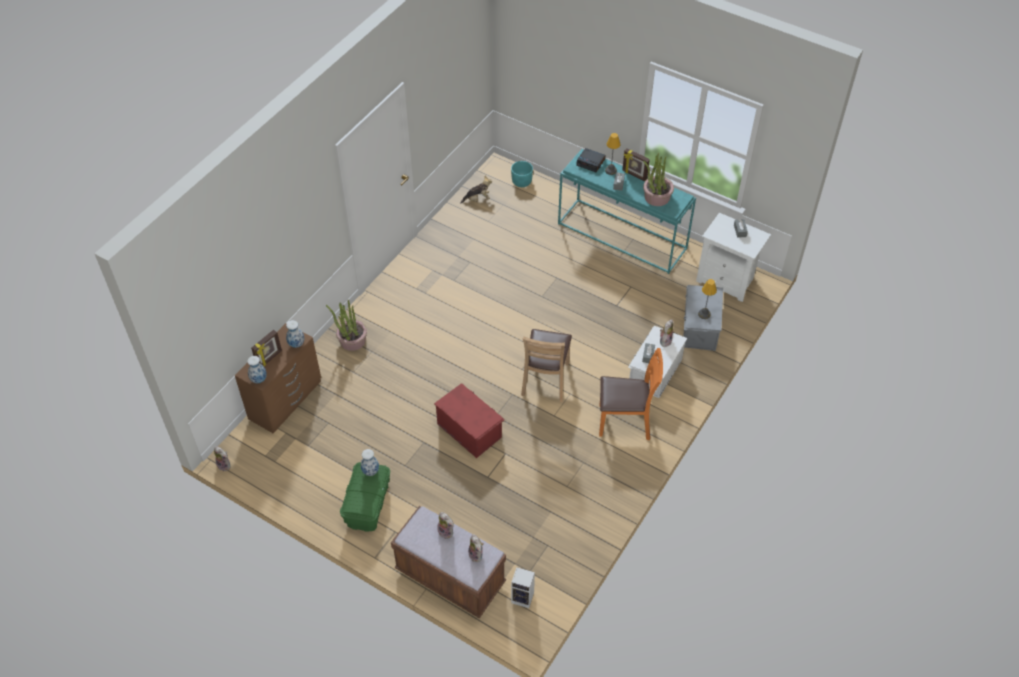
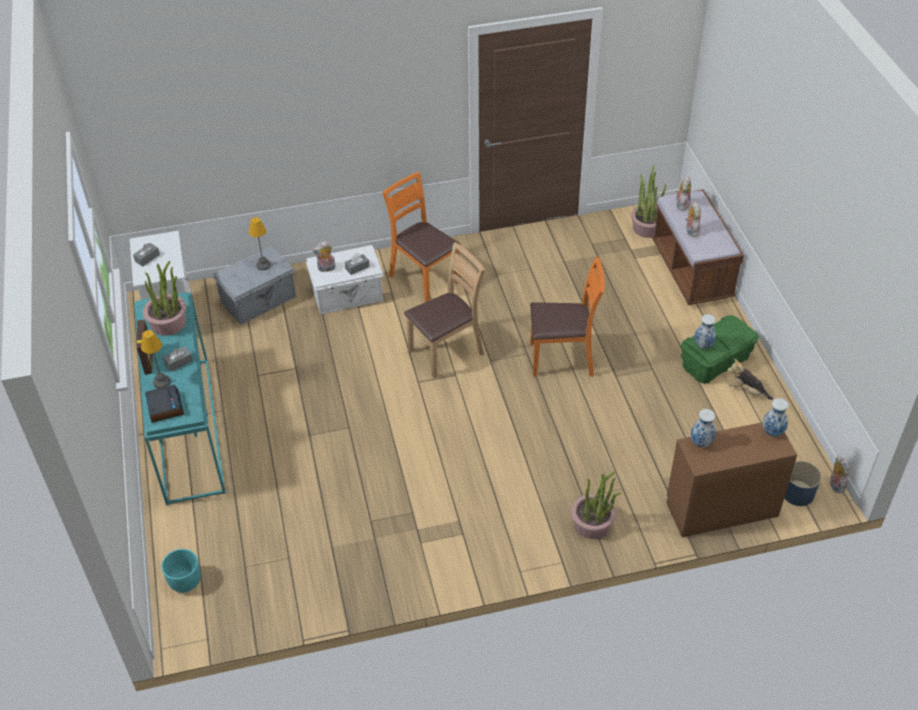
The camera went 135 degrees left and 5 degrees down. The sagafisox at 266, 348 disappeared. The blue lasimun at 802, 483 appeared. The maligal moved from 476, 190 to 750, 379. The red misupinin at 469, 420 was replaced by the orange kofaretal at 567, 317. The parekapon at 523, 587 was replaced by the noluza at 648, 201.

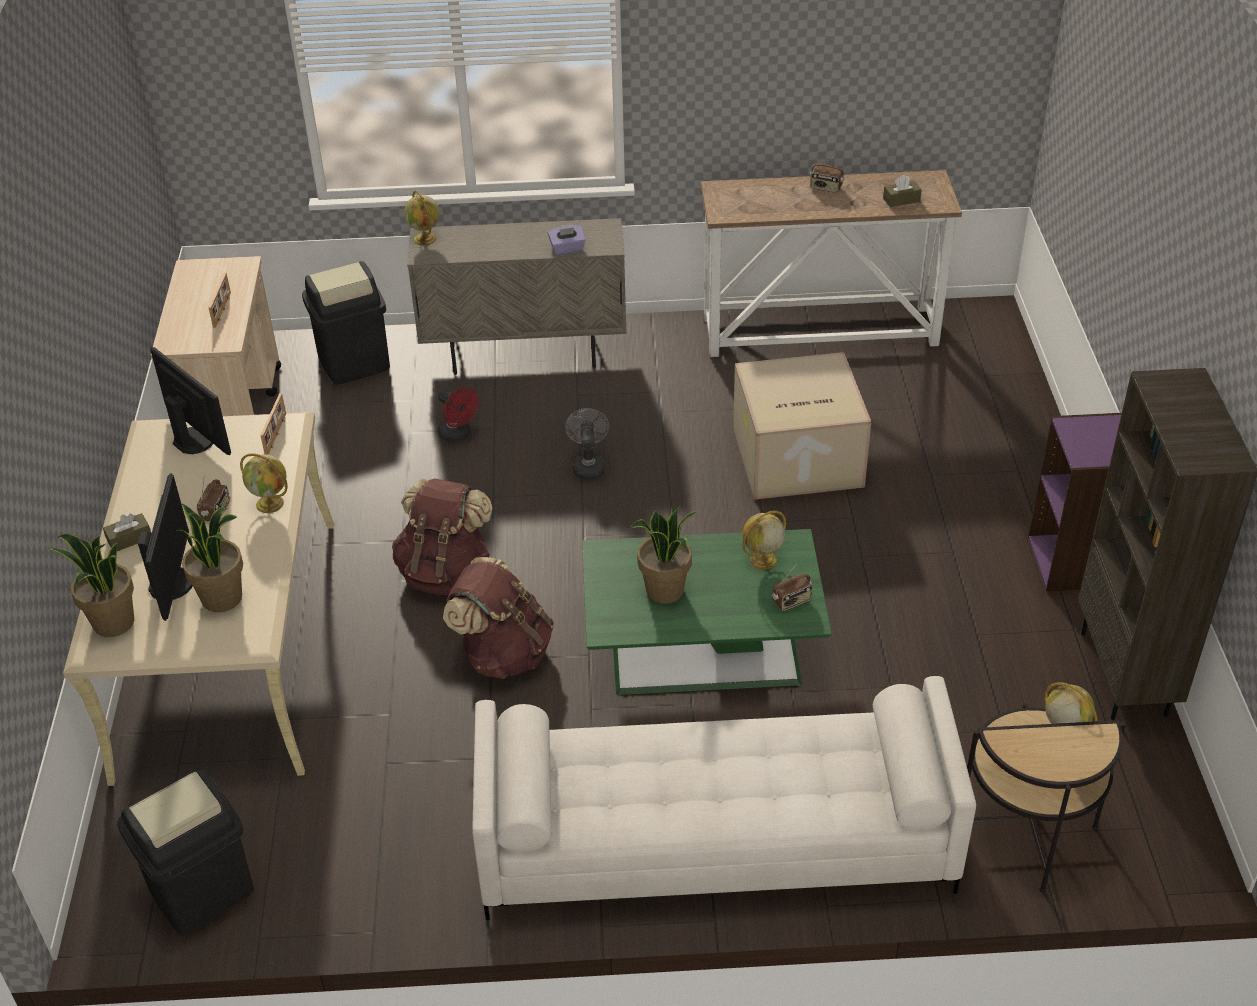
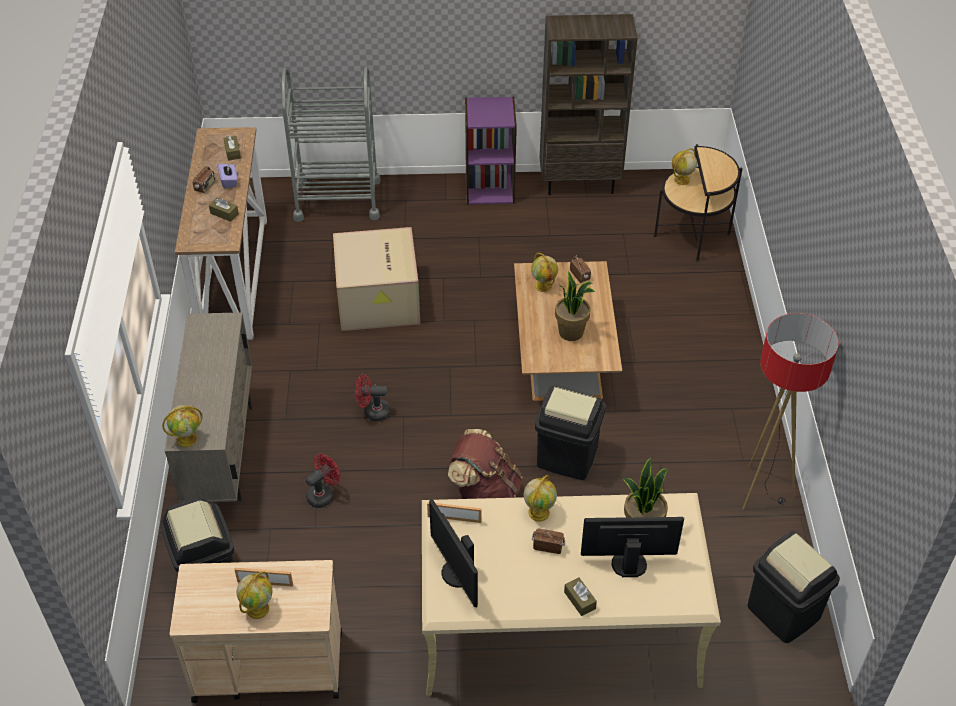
The camera went 90 degrees left and 5 degrees up. The noluza at 90, 585 disappeared. The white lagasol at 724, 798 disappeared. The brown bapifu at 224, 210 appeared. The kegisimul at 254, 595 appeared. The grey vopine at 331, 144 appeared. The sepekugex at 790, 411 appeared. The purple bapifu moved from 567, 240 to 227, 175. The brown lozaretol at 498, 618 was replaced by the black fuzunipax at 570, 433. The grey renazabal at 587, 444 became the red renazabal at 372, 397. The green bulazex at 707, 612 became the brown bulazex at 568, 331. The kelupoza at 190, 401 turned 75 degrees counterclockwise.

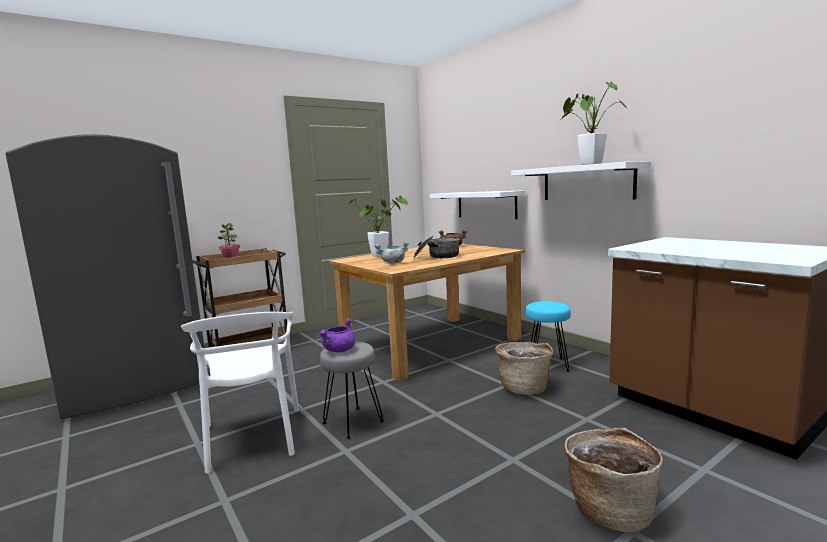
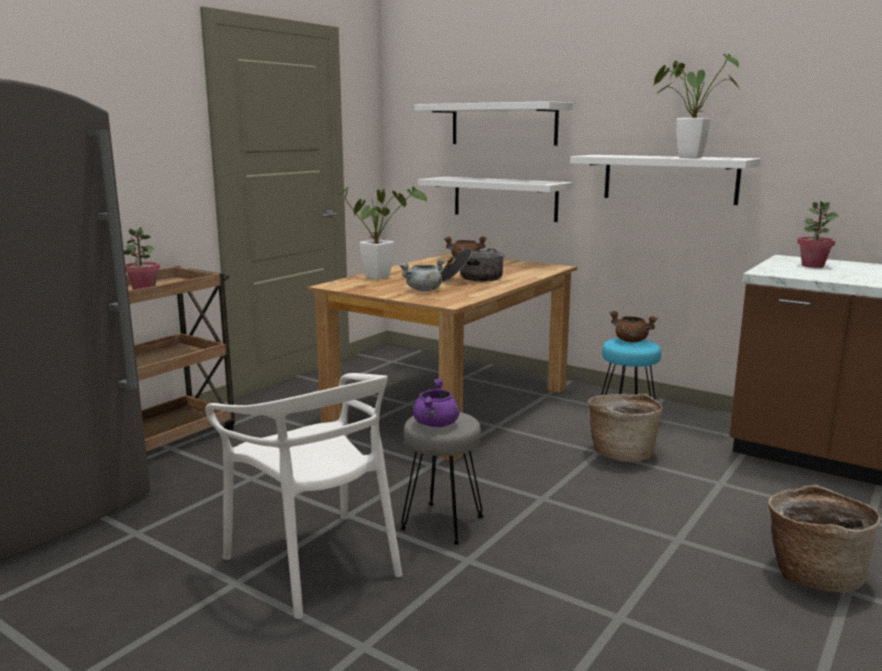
The camera went 20 degrees left and 5 degrees up. The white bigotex at 494, 123 appeared. The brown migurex at 633, 326 appeared. The noluza at 818, 234 appeared.

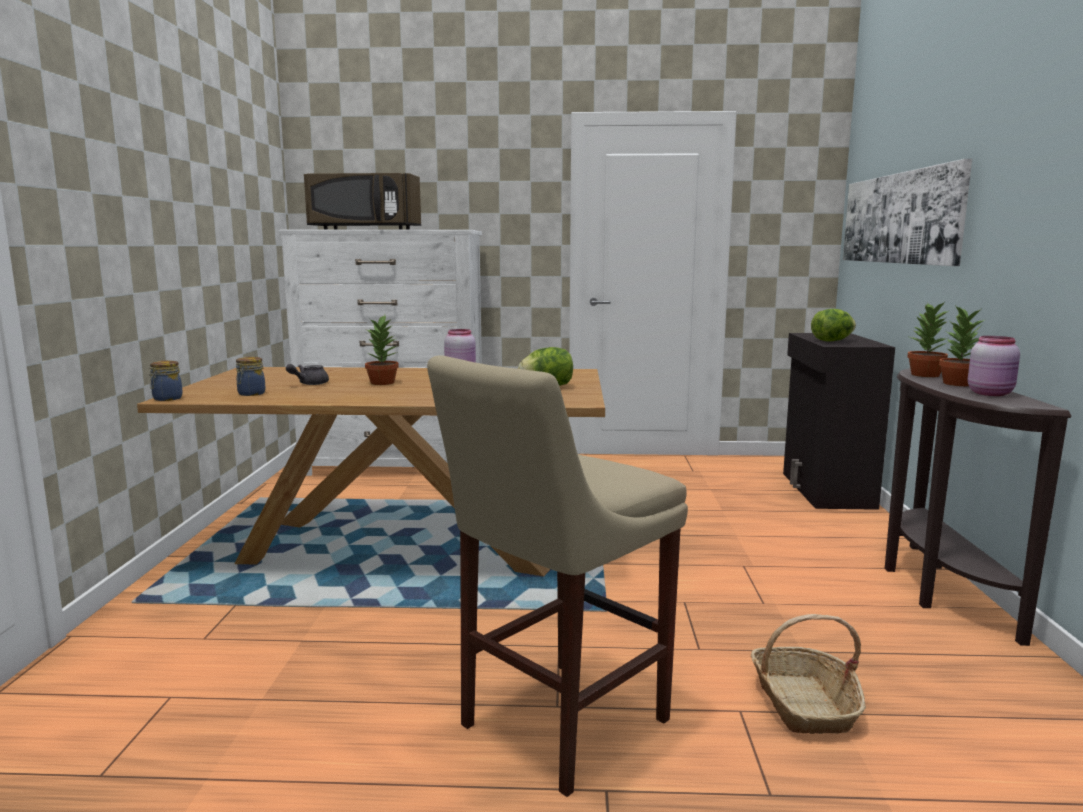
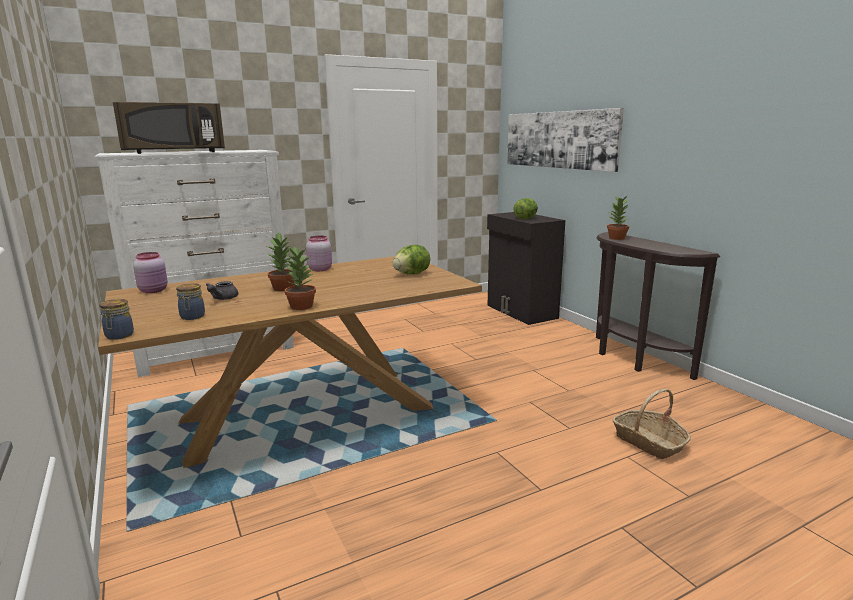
The camera went 30 degrees left and 5 degrees up. The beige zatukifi at 557, 576 disappeared. The noluza moved from 962, 345 to 300, 278. The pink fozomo moved from 994, 366 to 150, 272.

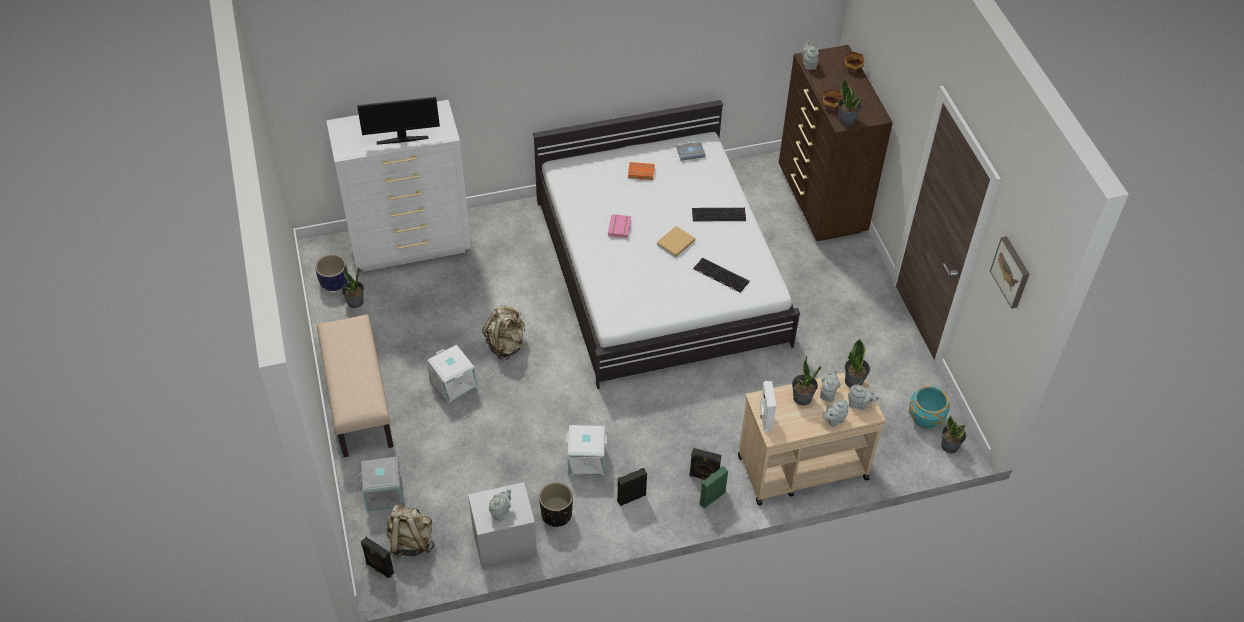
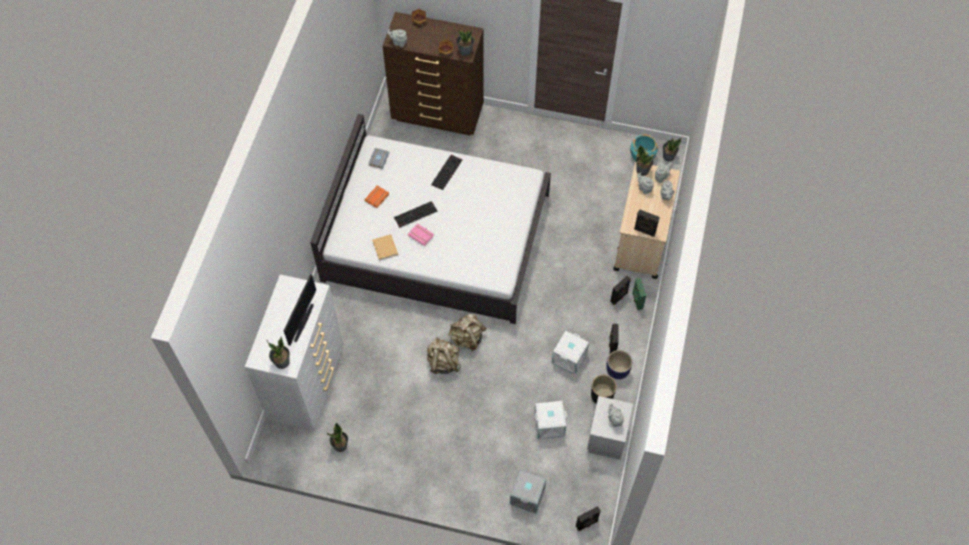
The camera went 60 degrees left and 10 degrees up. The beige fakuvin at 355, 386 disappeared. The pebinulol at 1009, 272 disappeared. The lasimun moved from 331, 272 to 619, 364. The beige lozaretol moved from 410, 529 to 467, 332. The white misupinin moved from 452, 374 to 550, 420. The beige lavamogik moved from 675, 242 to 385, 247. The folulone moved from 721, 275 to 416, 214. The noluza moved from 807, 380 to 278, 352. The white parekapon at 768, 406 became the black parekapon at 647, 223.

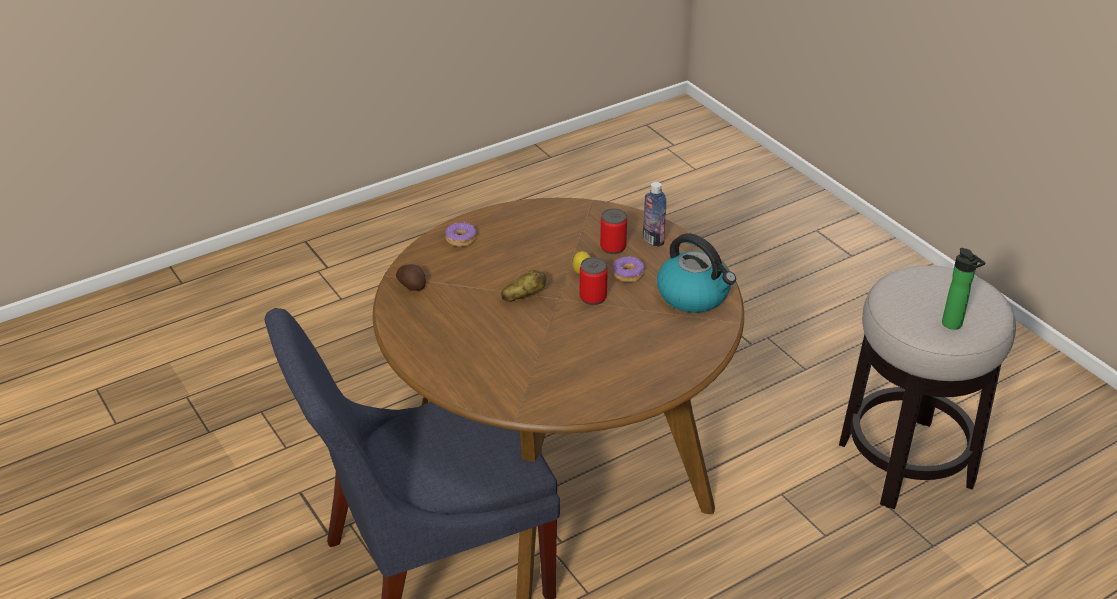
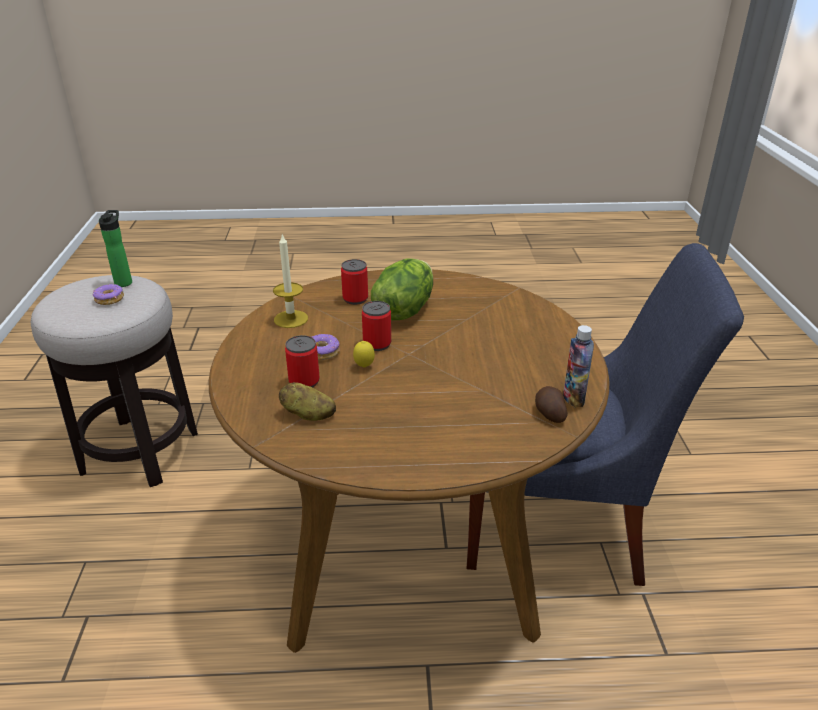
The camera went 150 degrees left and 5 degrees down. The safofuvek at 354, 282 appeared. The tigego at 402, 289 appeared. The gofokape moved from 460, 234 to 108, 294. The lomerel moved from 523, 286 to 307, 401. The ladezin moved from 654, 214 to 578, 366. The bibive at 696, 273 was replaced by the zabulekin at 290, 281.

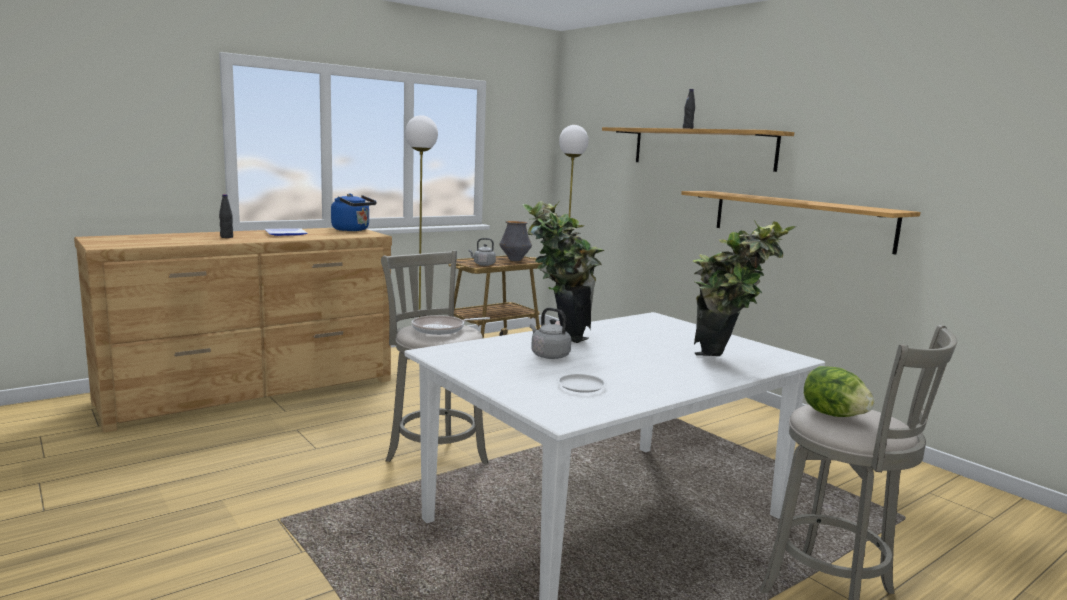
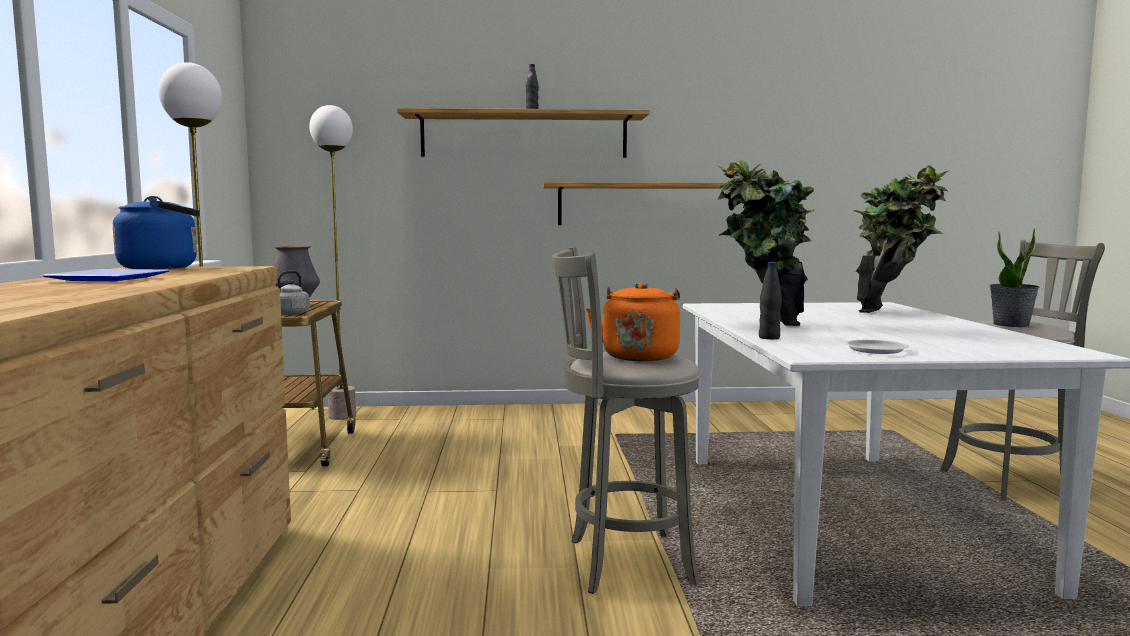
The camera went 55 degrees left and 5 degrees down. The grey bibive at 550, 333 disappeared. The black ladezin moved from 226, 216 to 770, 300. The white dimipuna moved from 582, 383 to 876, 347. The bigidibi at 450, 325 was replaced by the orange bibive at 633, 321. The tigego at 839, 391 was replaced by the noluza at 1015, 277.

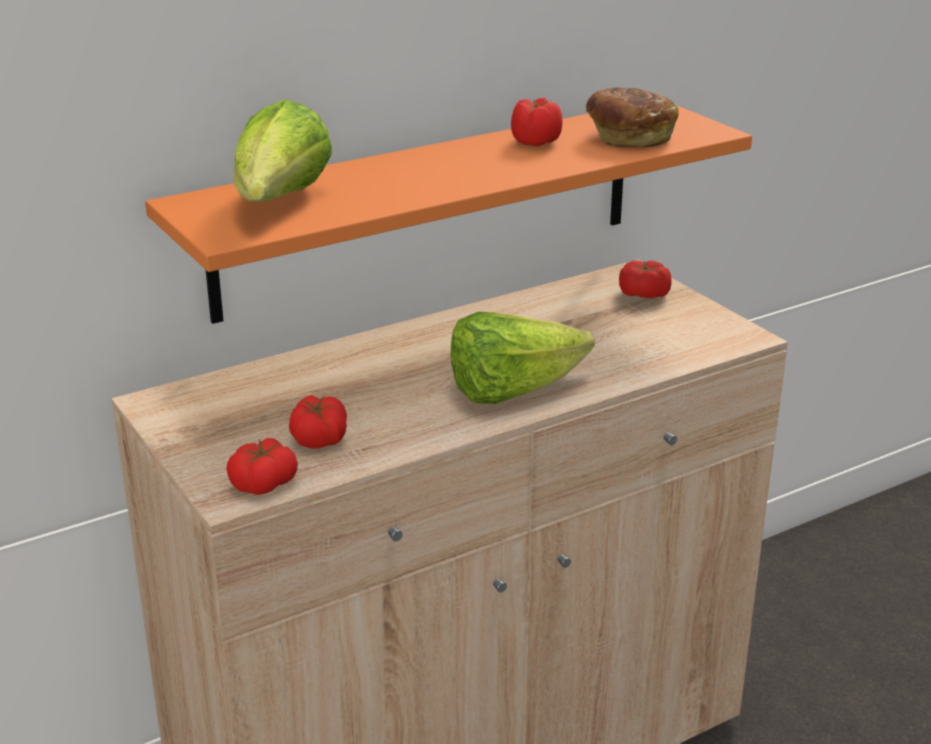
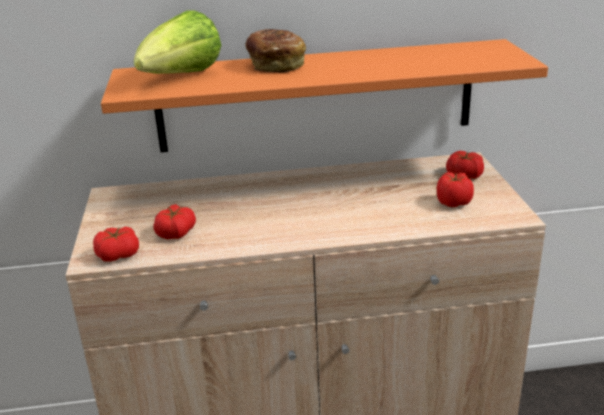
The camera went 25 degrees right and 0 degrees up. The tigego at 522, 357 disappeared. The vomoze moved from 537, 122 to 455, 189. The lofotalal moved from 632, 117 to 275, 50.

